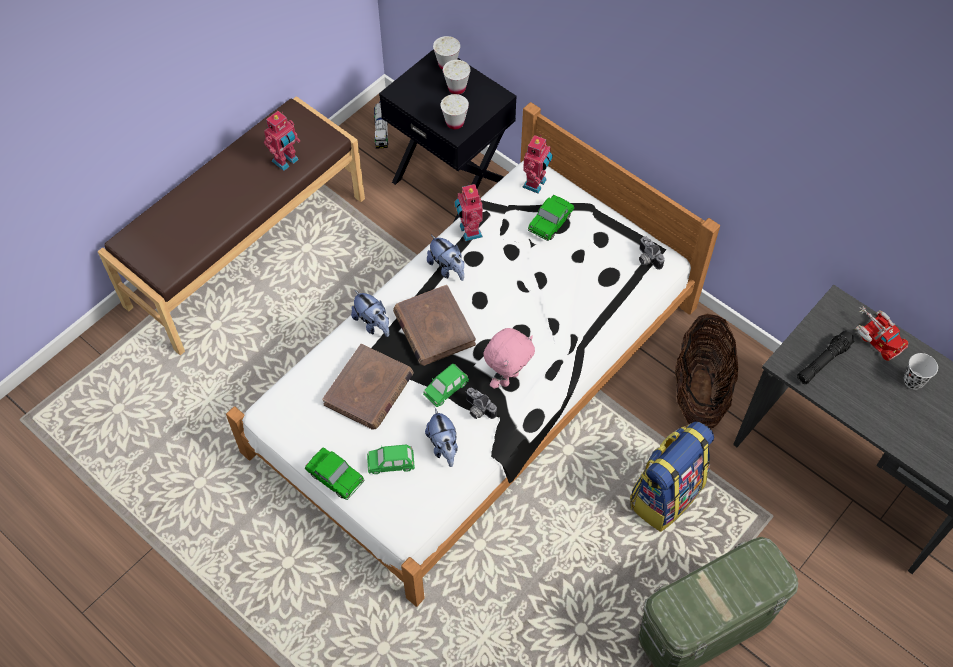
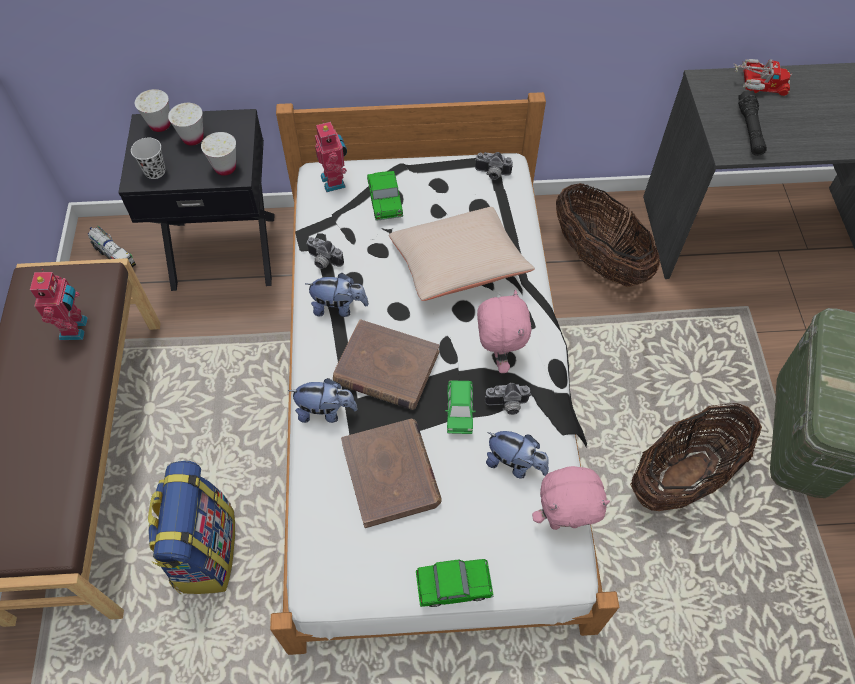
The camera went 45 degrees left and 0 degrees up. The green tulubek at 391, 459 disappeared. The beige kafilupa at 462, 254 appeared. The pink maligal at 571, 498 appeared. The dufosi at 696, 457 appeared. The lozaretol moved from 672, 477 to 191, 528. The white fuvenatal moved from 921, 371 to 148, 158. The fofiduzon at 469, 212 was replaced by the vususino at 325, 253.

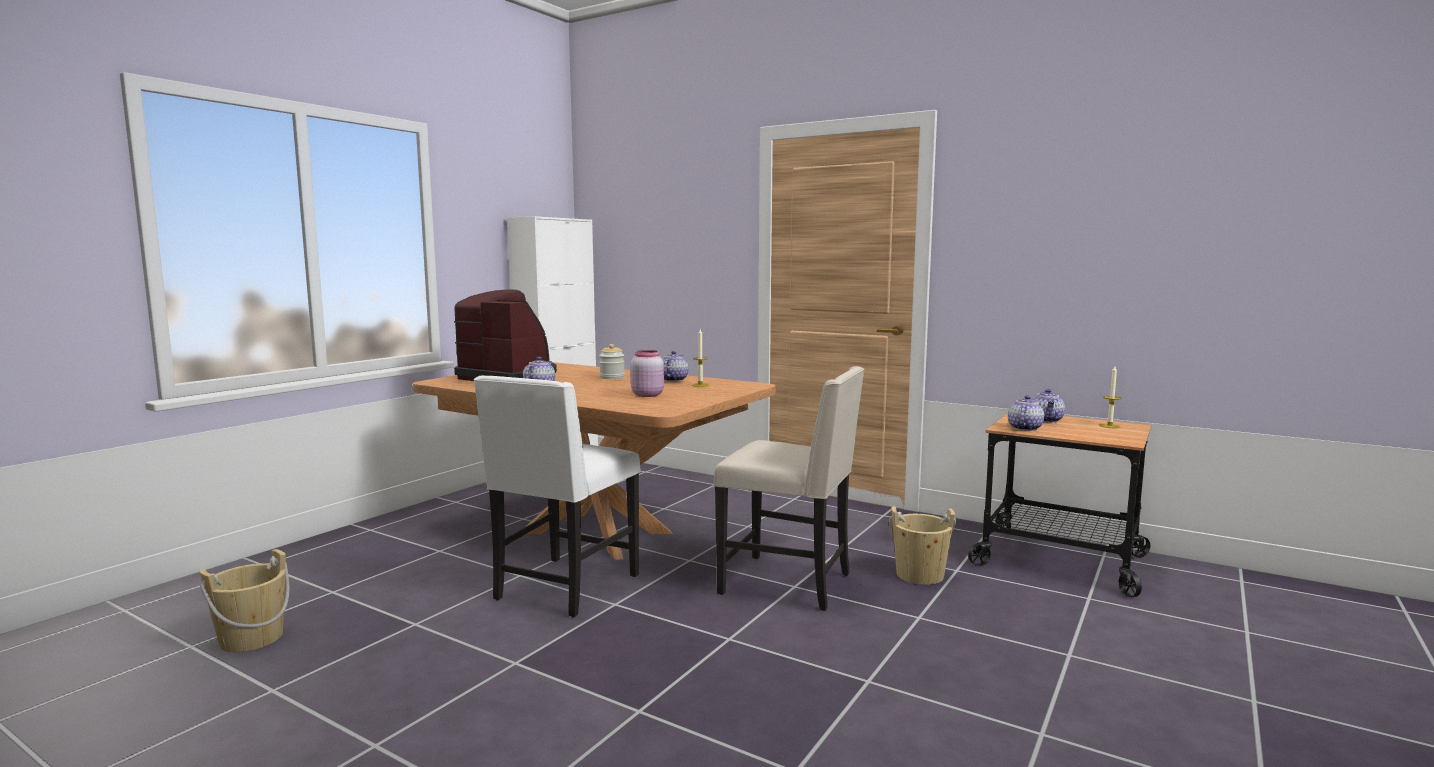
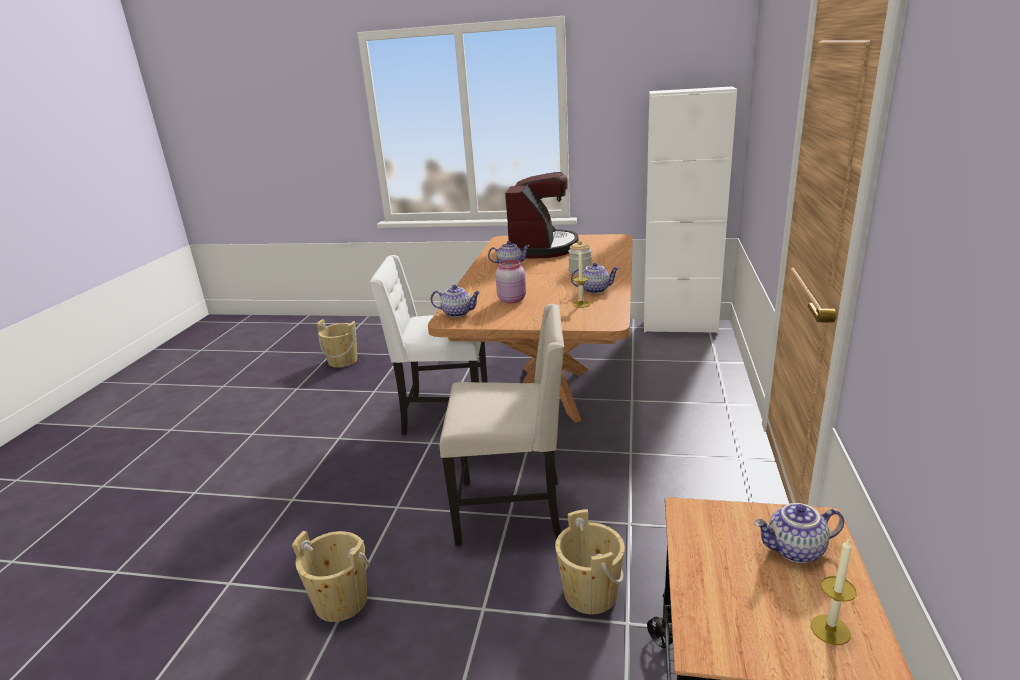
The camera went 70 degrees right and 15 degrees up. The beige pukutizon at 331, 576 appeared. The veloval moved from 1026, 413 to 456, 301. The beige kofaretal at 789, 488 turned 90 degrees counterclockwise.

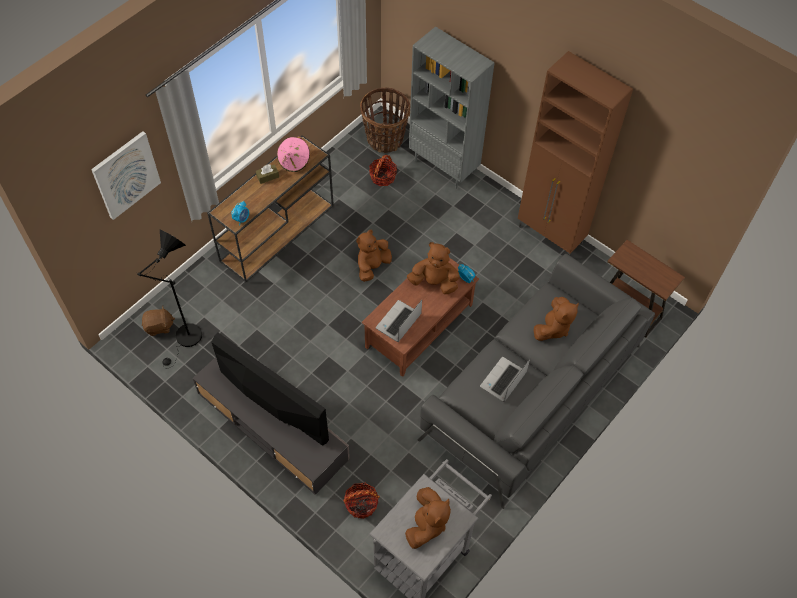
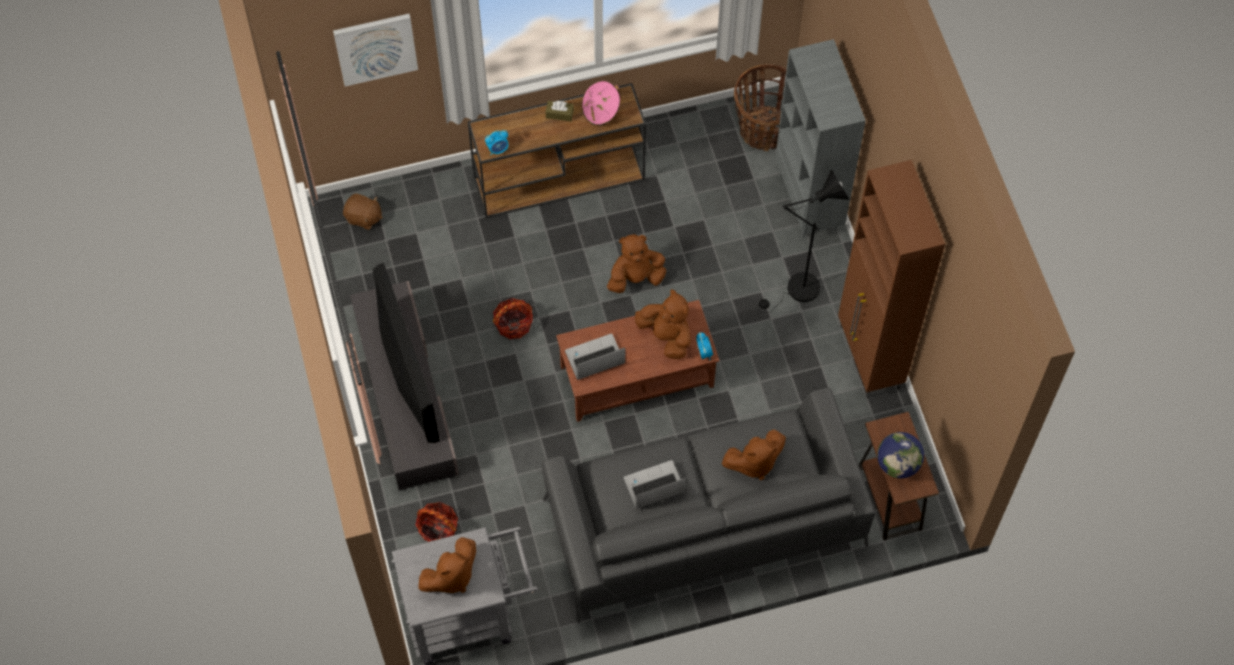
The camera went 35 degrees right and 5 degrees up. The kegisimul at 900, 455 appeared. The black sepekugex moved from 169, 299 to 803, 240. The dufosi moved from 383, 170 to 513, 318.

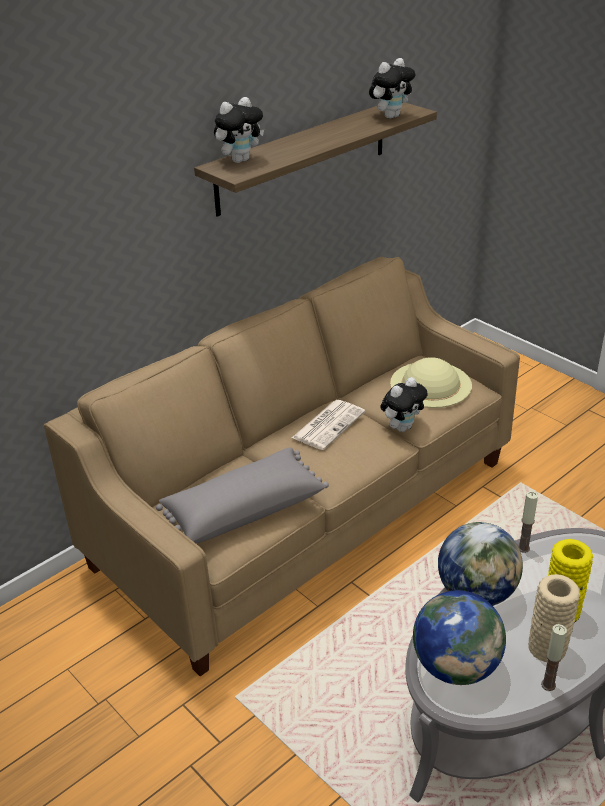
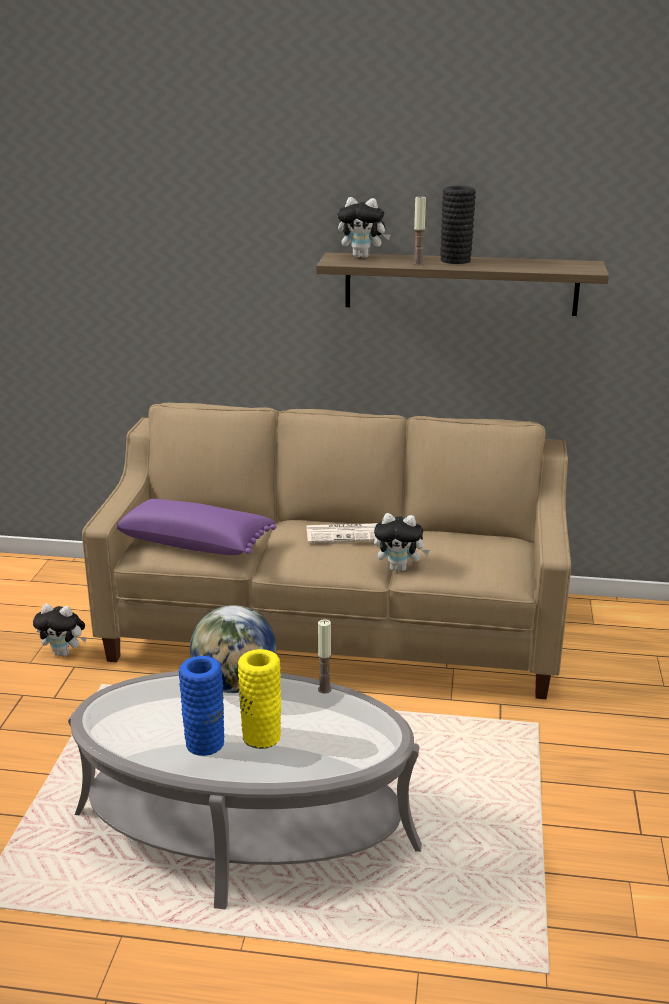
The camera went 50 degrees right and 10 degrees down. The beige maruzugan at 431, 382 disappeared. The kegisimul at 459, 637 disappeared. The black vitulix at 458, 225 appeared. The maligal moved from 392, 88 to 59, 630. The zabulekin moved from 554, 657 to 419, 230. The grey kafilupa at 242, 495 became the purple kafilupa at 196, 527. The beige vitulix at 554, 618 became the blue vitulix at 201, 706.

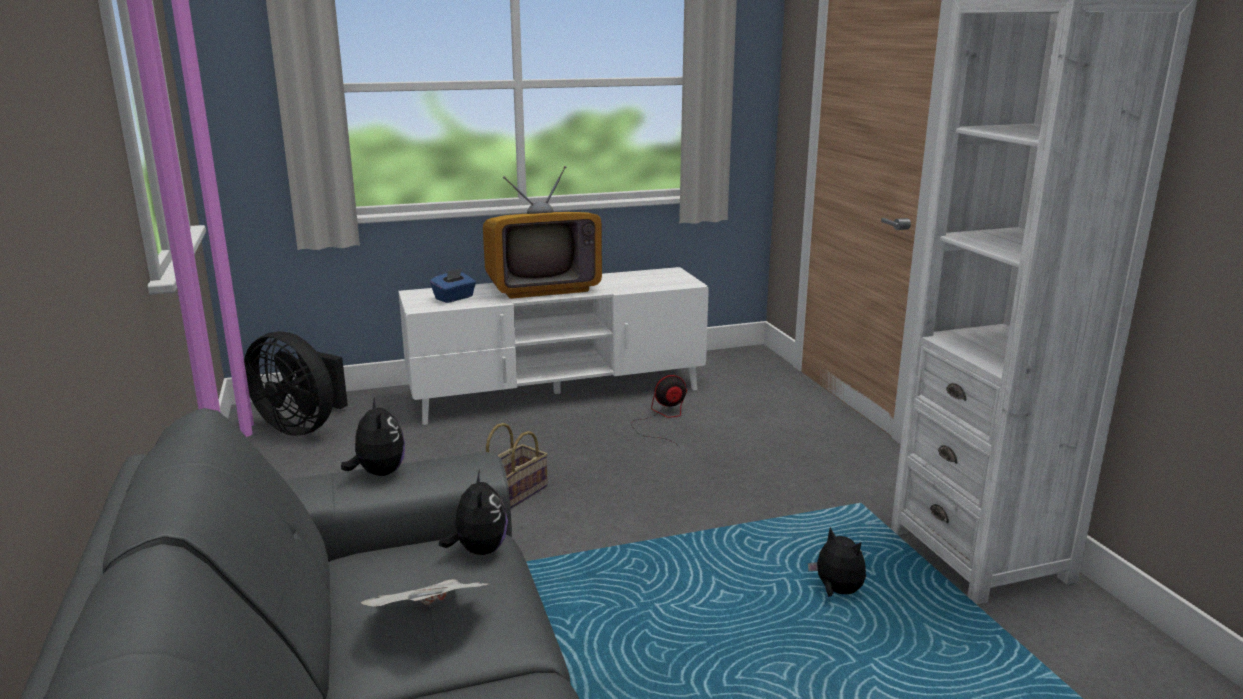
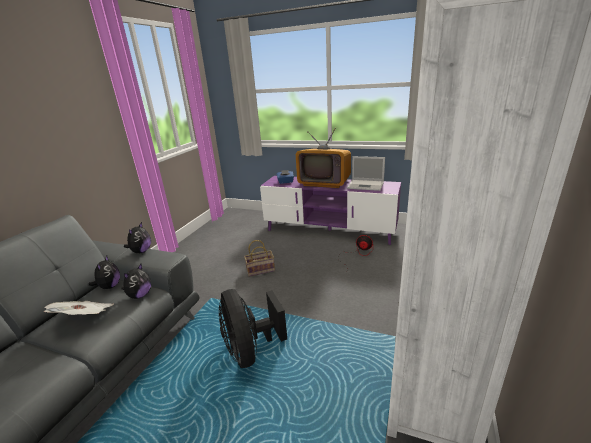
The camera went 40 degrees right and 5 degrees up. The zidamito at 366, 173 appeared. The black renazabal moved from 296, 383 to 253, 328. The maligal moved from 837, 561 to 104, 272. The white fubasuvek at 553, 346 became the purple fubasuvek at 330, 210.

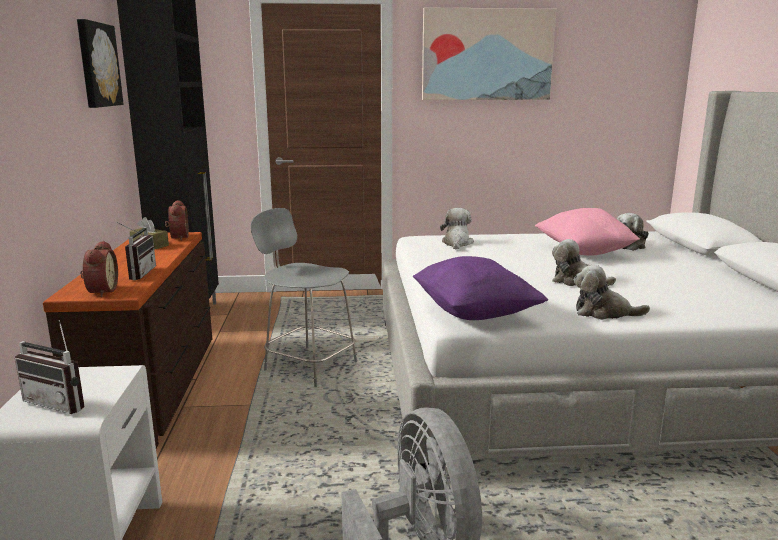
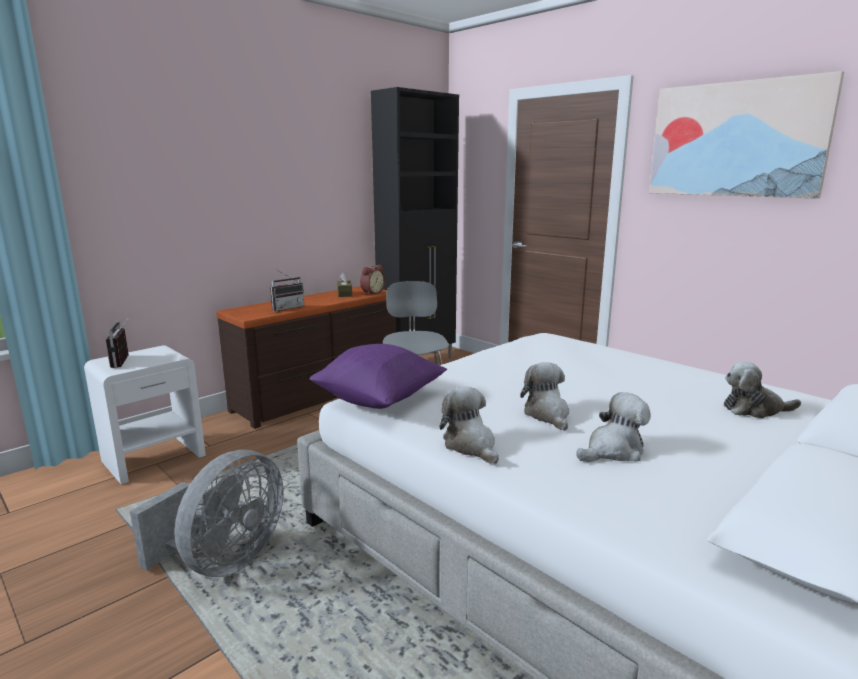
The camera went 50 degrees right and 0 degrees up. The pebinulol at 100, 63 disappeared. The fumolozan at 99, 269 disappeared. The pink kafilupa at 587, 232 disappeared. The maligal moved from 457, 228 to 613, 427.

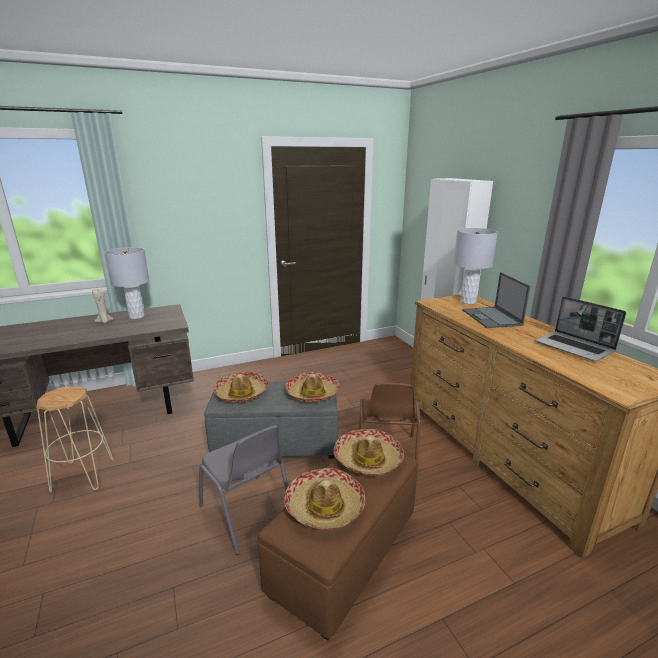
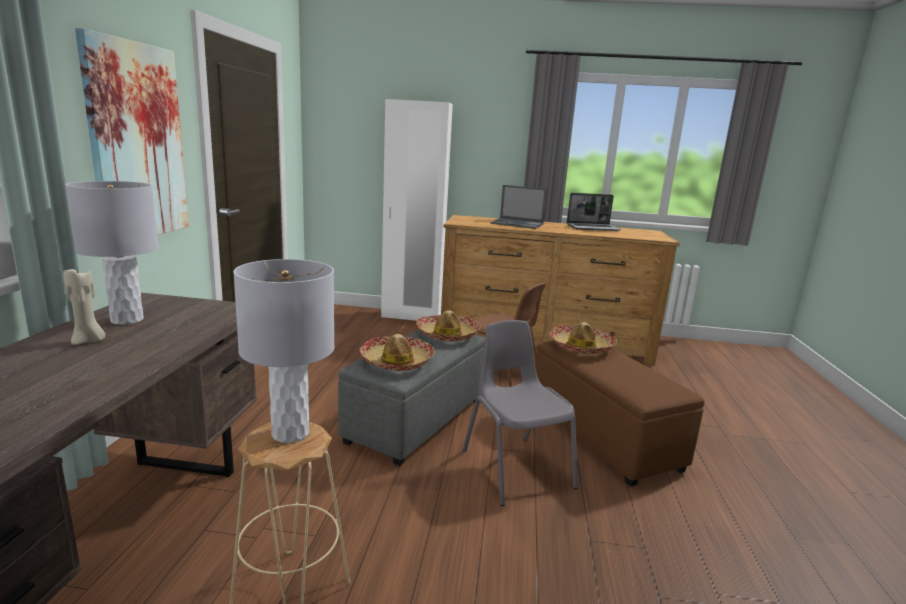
The camera went 60 degrees left and 5 degrees down. The maruzugan at 324, 499 disappeared. The pebinulol at 132, 131 appeared. The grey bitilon moved from 476, 266 to 283, 351. The grey kofaretal at 243, 490 turned 105 degrees counterclockwise.

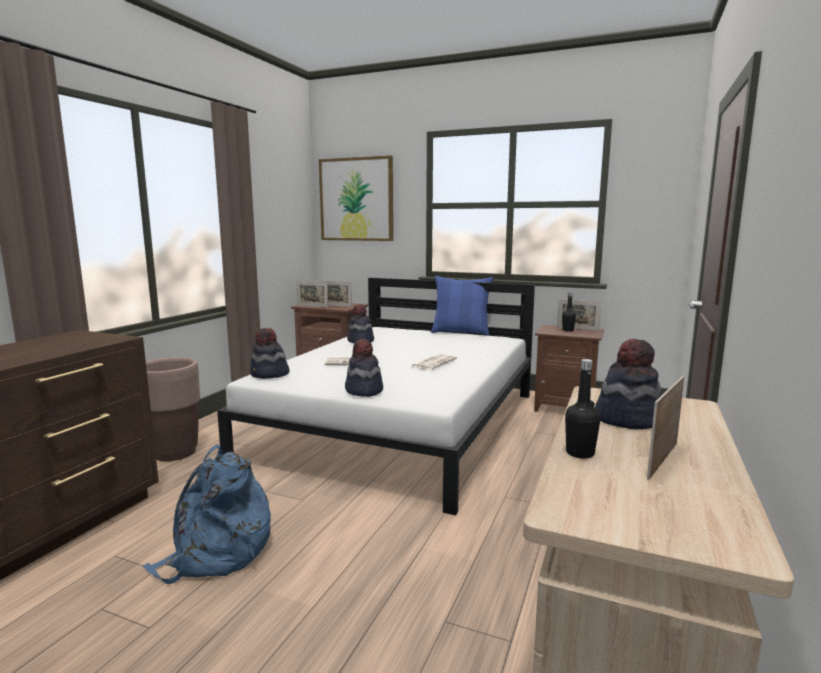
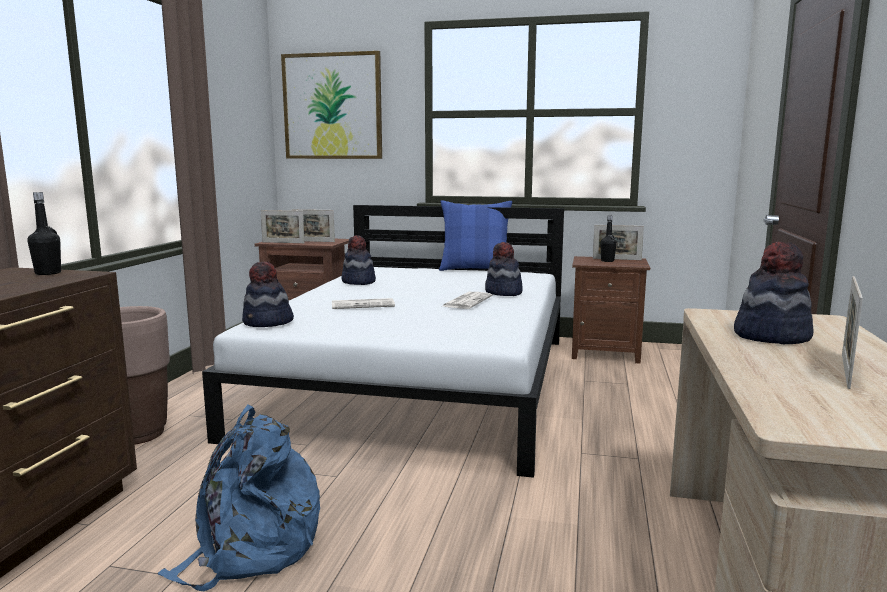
The camera went 10 degrees left and 0 degrees up. The maruzugan moved from 364, 368 to 504, 269. The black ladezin moved from 583, 409 to 44, 233.

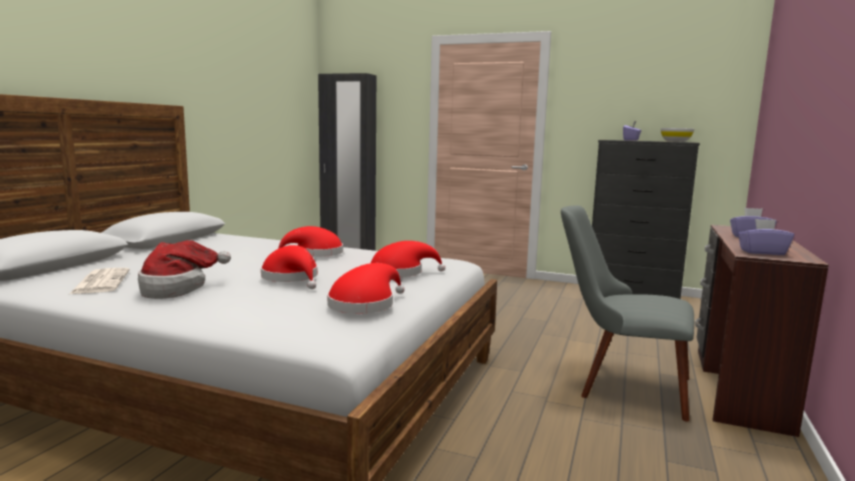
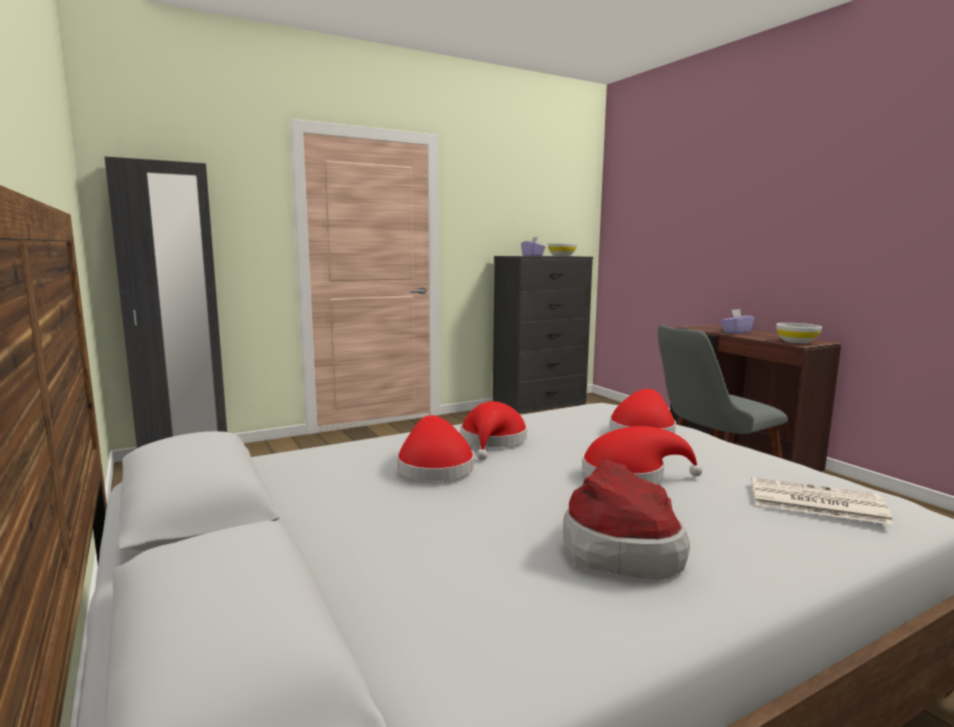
The camera went 50 degrees left and 0 degrees up. The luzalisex moved from 99, 281 to 822, 501. The red maruzugan moved from 366, 288 to 435, 448. The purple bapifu at 766, 237 was replaced by the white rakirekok at 799, 333.

